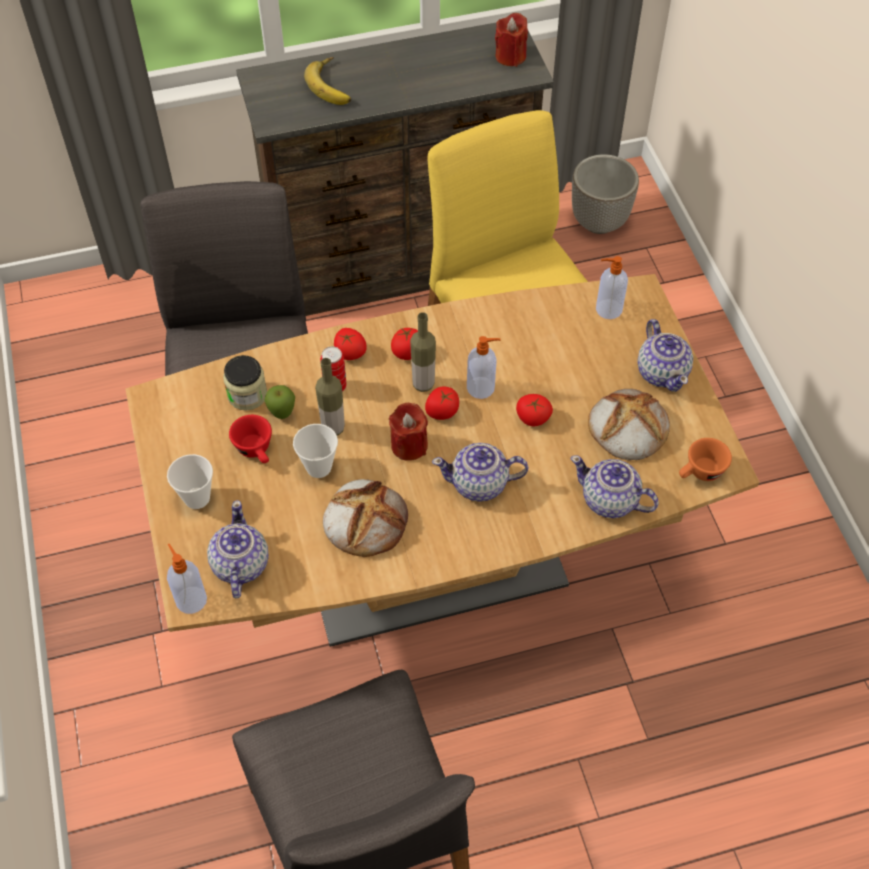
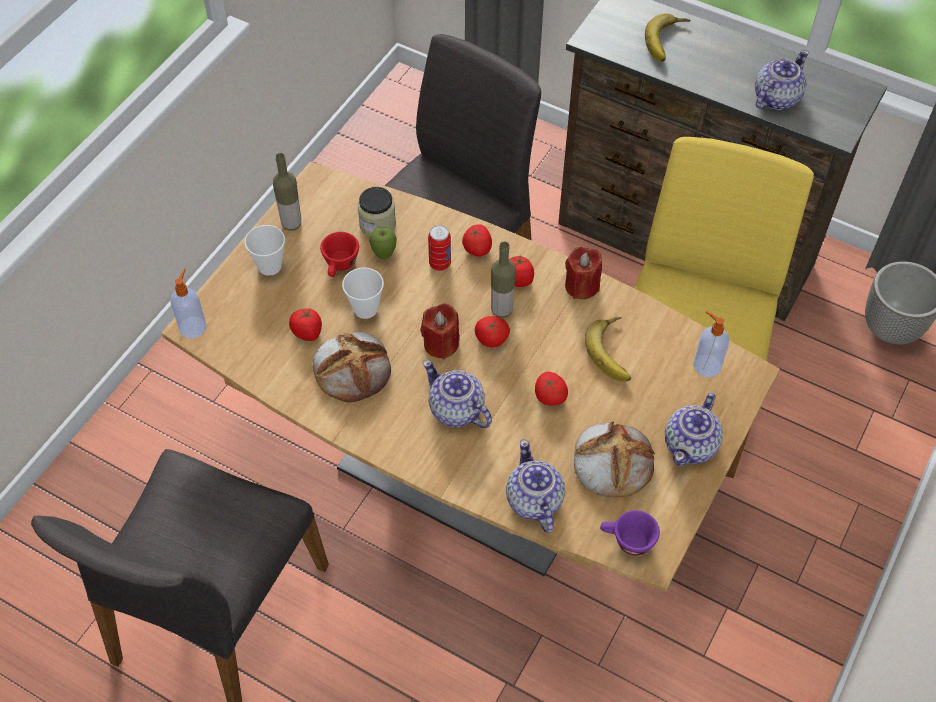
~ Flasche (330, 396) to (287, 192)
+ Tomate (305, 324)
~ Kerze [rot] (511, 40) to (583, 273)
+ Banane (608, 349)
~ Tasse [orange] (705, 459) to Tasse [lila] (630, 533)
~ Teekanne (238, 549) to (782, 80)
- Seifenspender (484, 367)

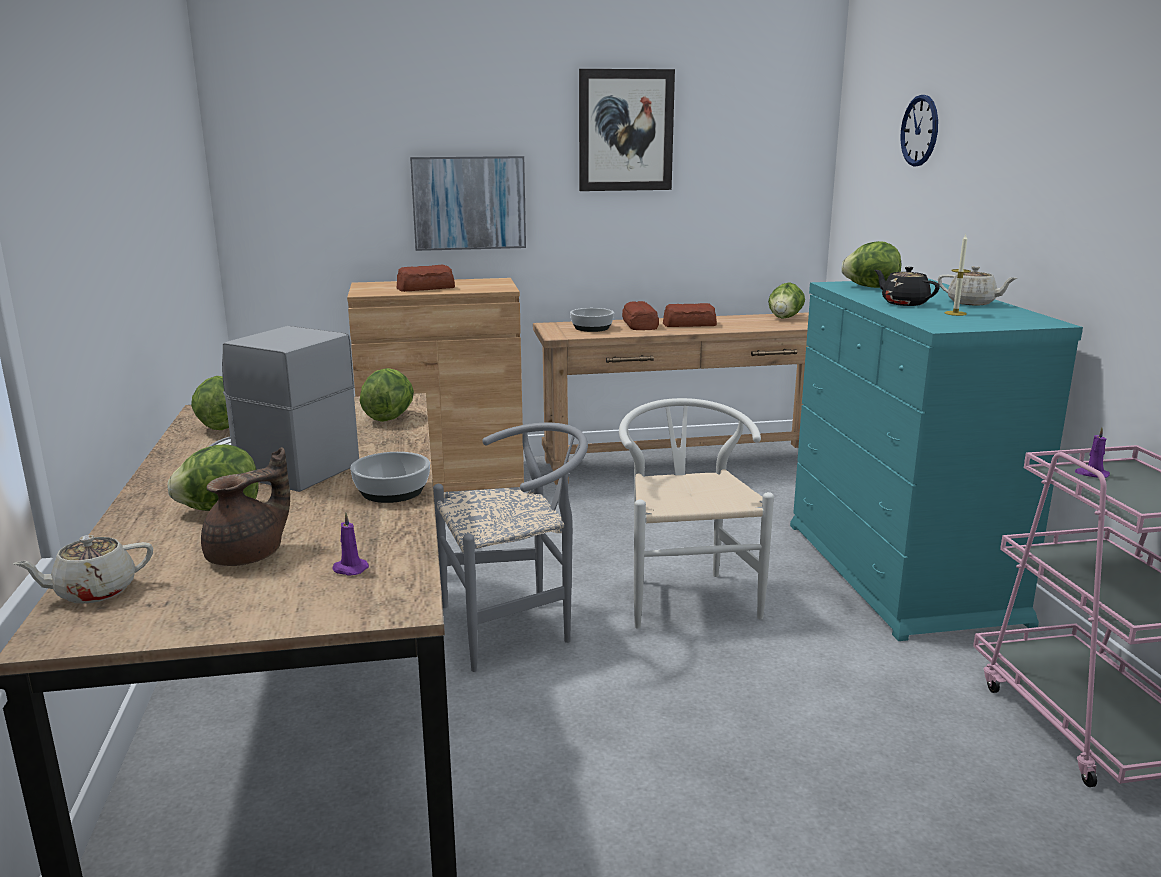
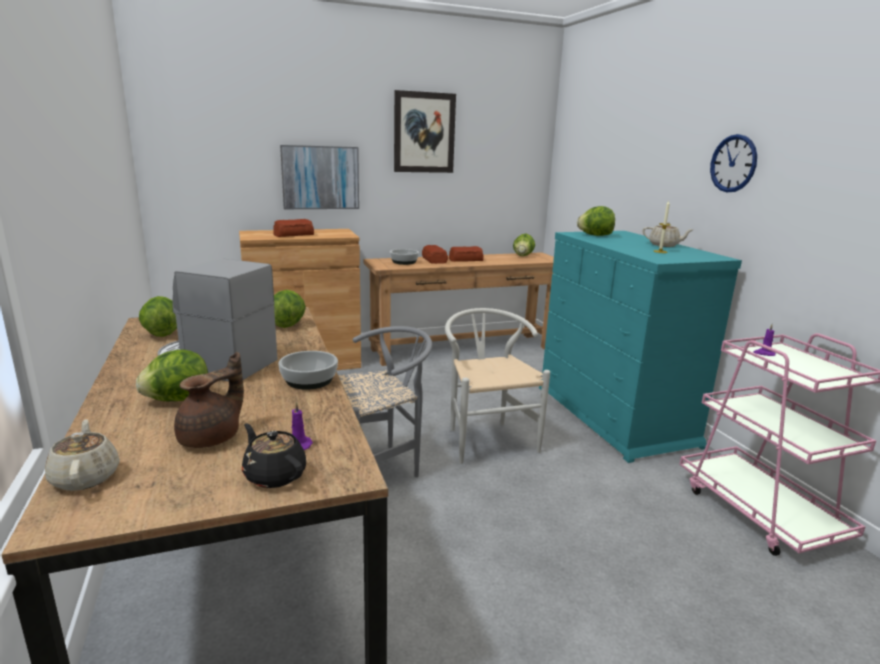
~ Teekanne [beige] (83, 569) = (82, 455) 105 degrees clockwise
~ Teekanne [schwarz] (907, 286) to (274, 455)
~ Wanduhr (919, 130) to (733, 163)

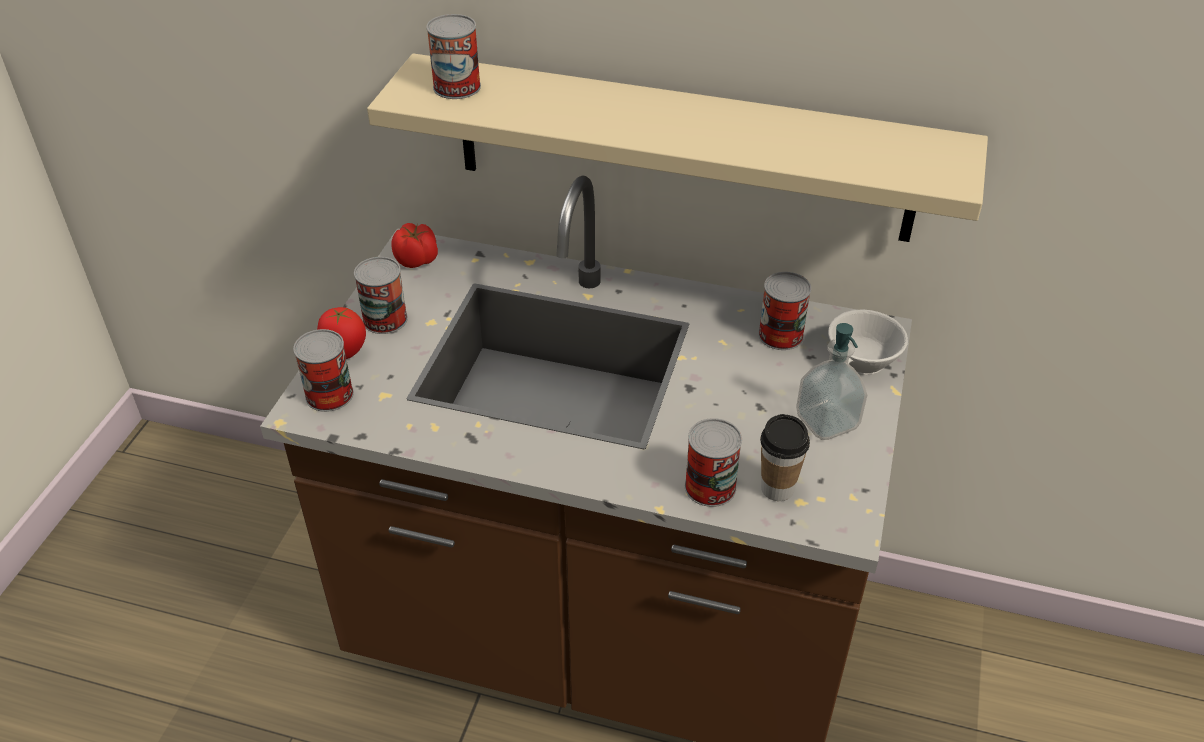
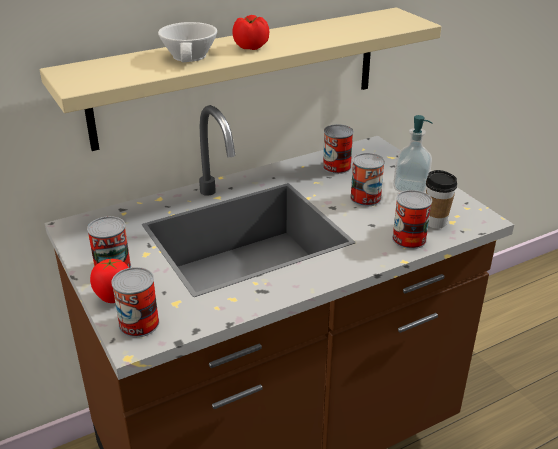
~ Tasse [weiß] (868, 342) to (187, 42)
~ Tomate (415, 245) to (250, 32)
~ Dose (453, 56) to (367, 179)

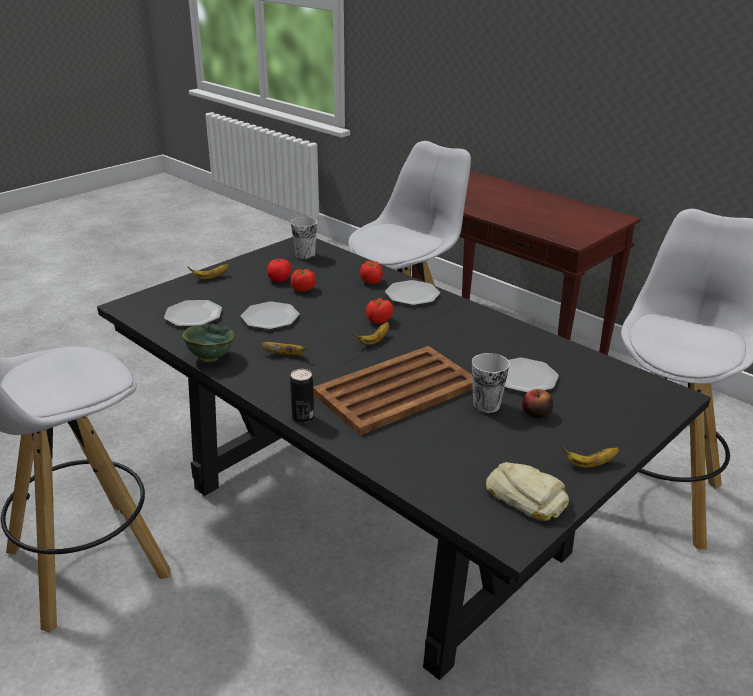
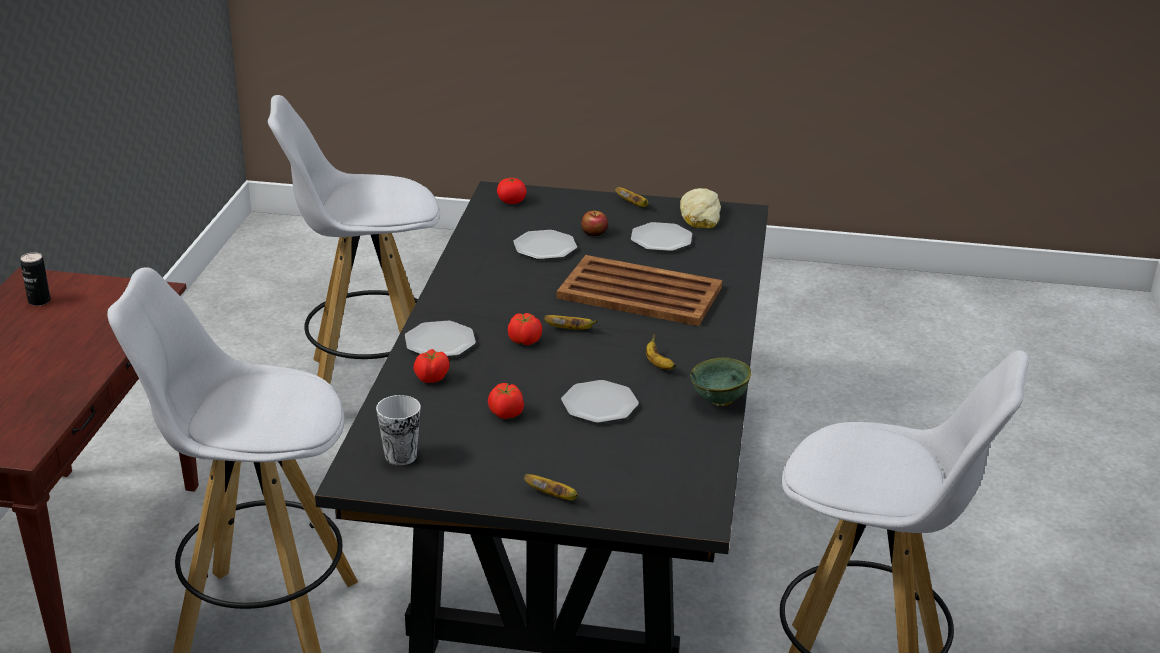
~ Dose (302, 396) to (35, 279)
~ Tomate (279, 270) to (512, 191)
~ Teller (193, 313) to (661, 236)
- Tasse (491, 383)

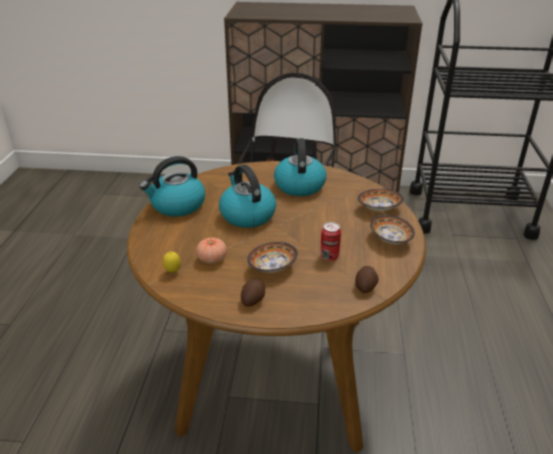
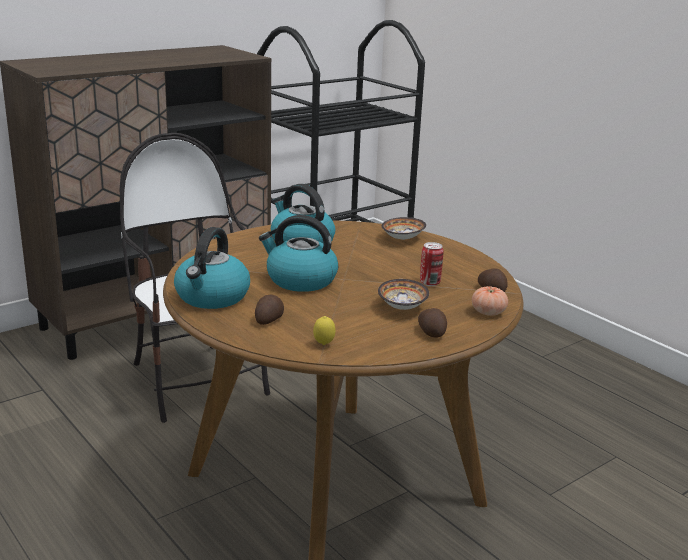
+ Kartoffel (269, 309)
~ Tomate (211, 250) to (490, 301)
- Schüssel (392, 229)

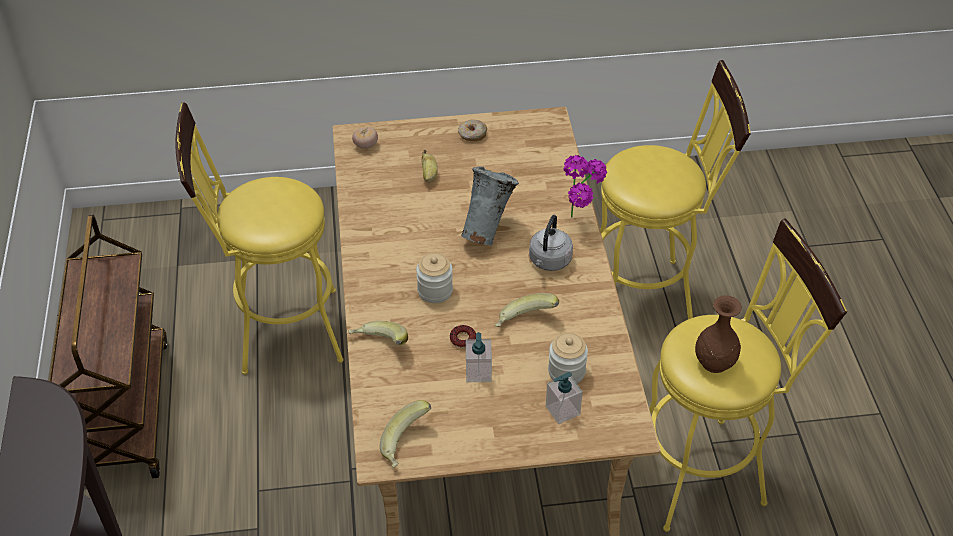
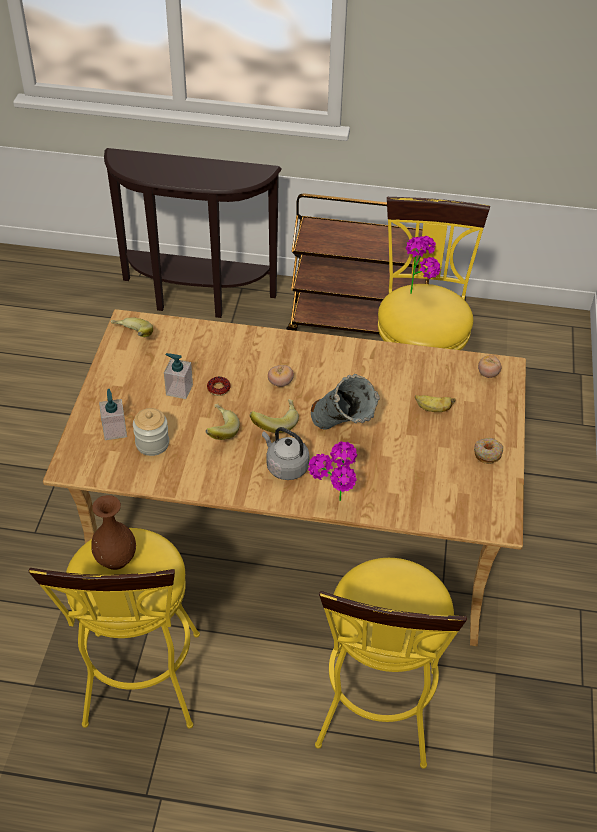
~ Banane (378, 333) to (274, 416)
~ Vorratsglas (434, 278) to Tomate (281, 376)
+ Topfpflanze (423, 265)

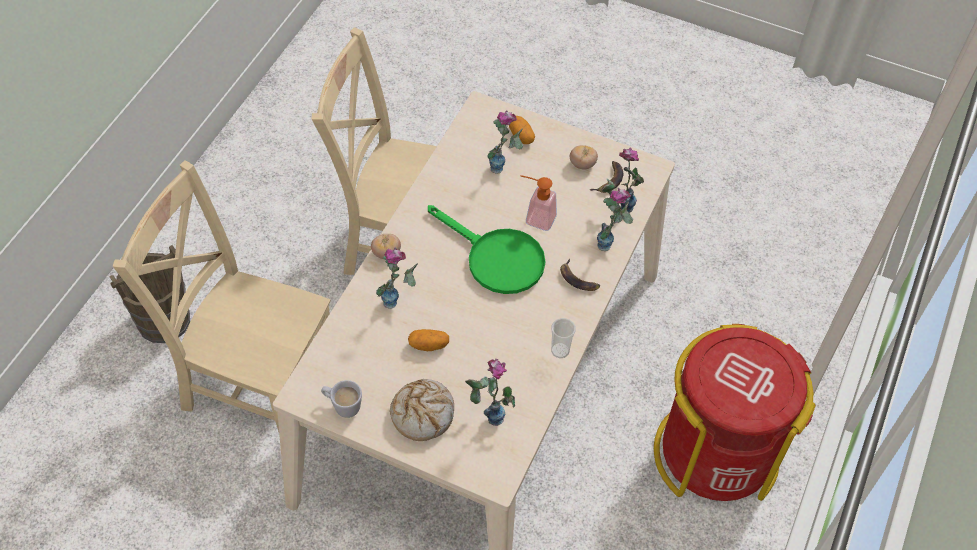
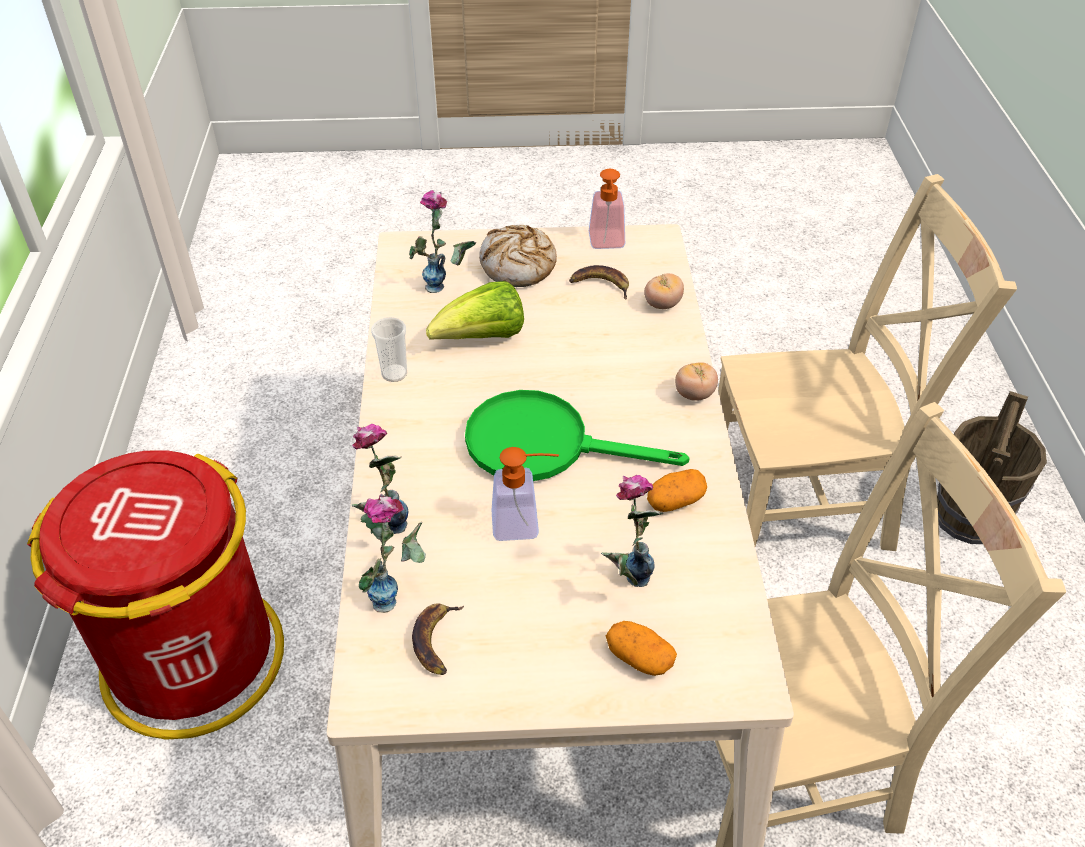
+ Salatkopf (475, 310)
~ Banane (580, 274) to (599, 282)
~ Henkelbecher [weiß] (341, 399) to Seifenspender (607, 209)
~ Tomate (584, 157) to (664, 291)
~ Kartoffel (428, 340) to (677, 490)
- Vase (397, 278)

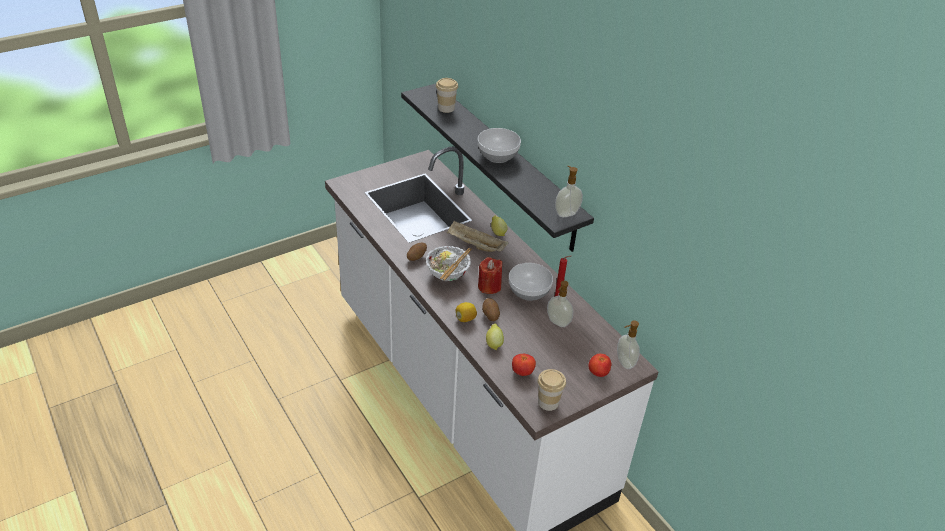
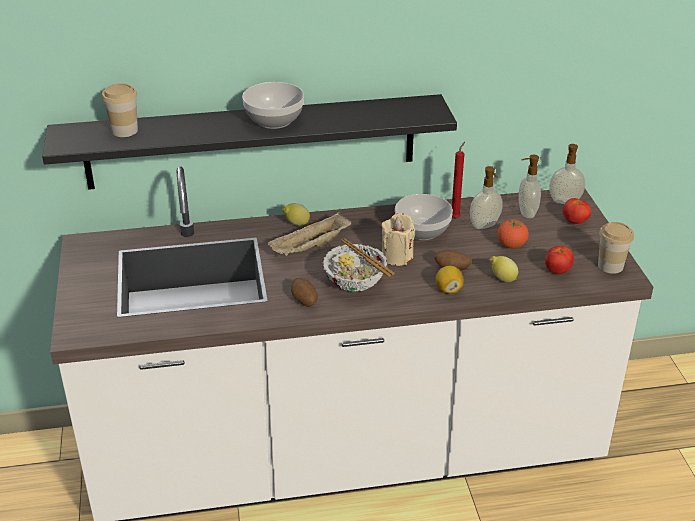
~ Kerze [rot] (490, 275) to Kerze [beige] (398, 239)
+ Tomate (513, 233)
~ Seifenspender (569, 191) to (529, 186)

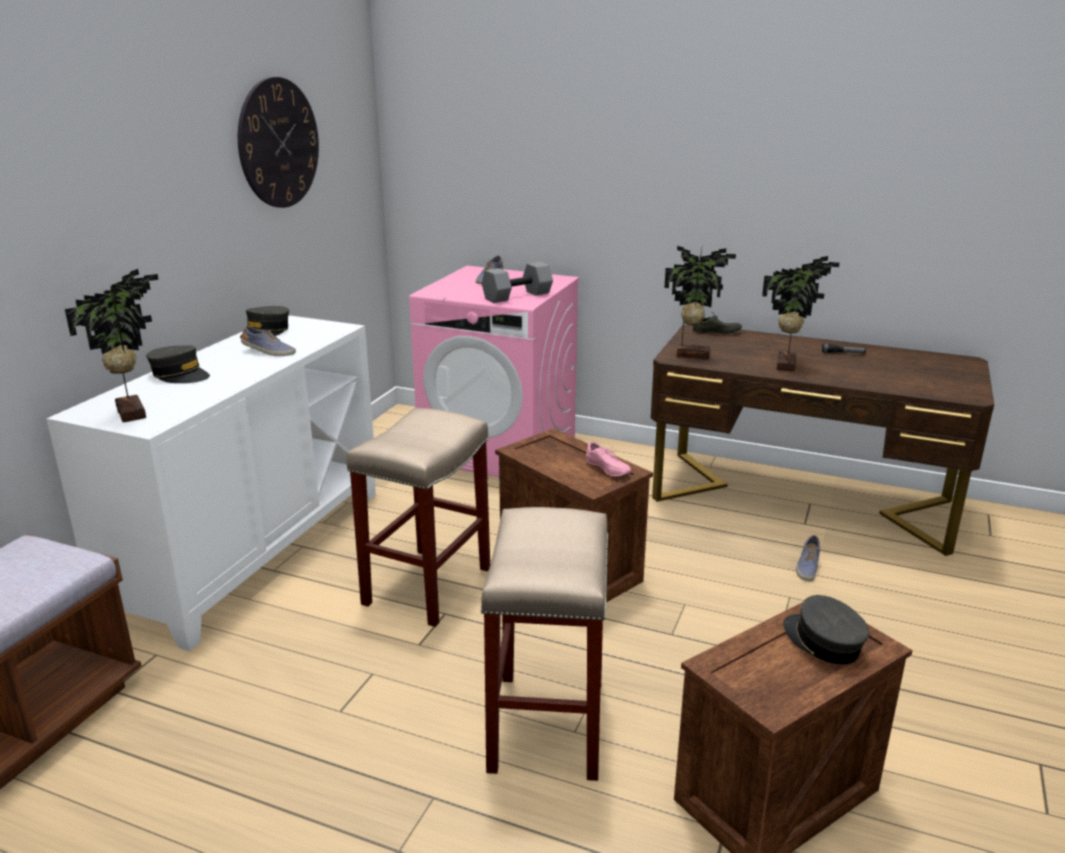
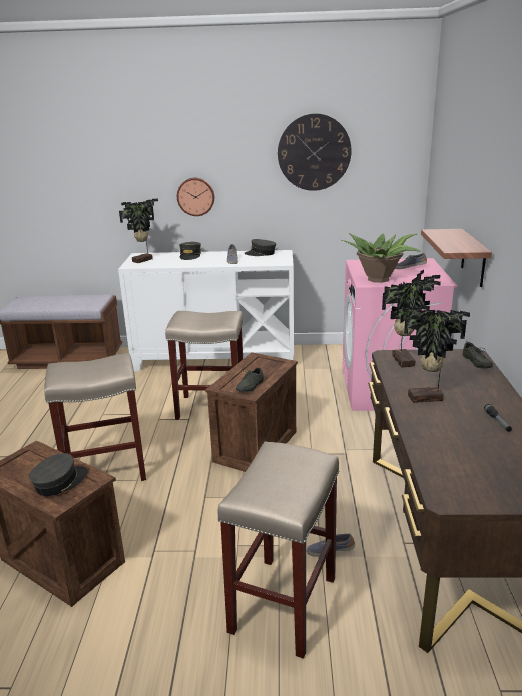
+ Wanduhr (195, 197)
+ Hocker [beige] (278, 550)
~ Schuh [rosa] (608, 459) to Schuh [grau] (250, 378)
~ Hantel [grau] (517, 282) to Topfpflanze (381, 258)
+ Wandregal (456, 258)

